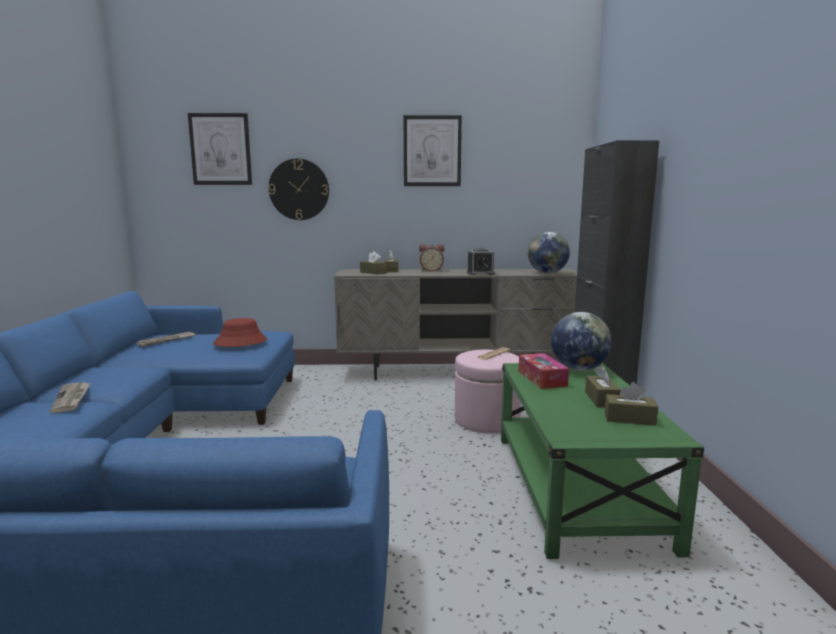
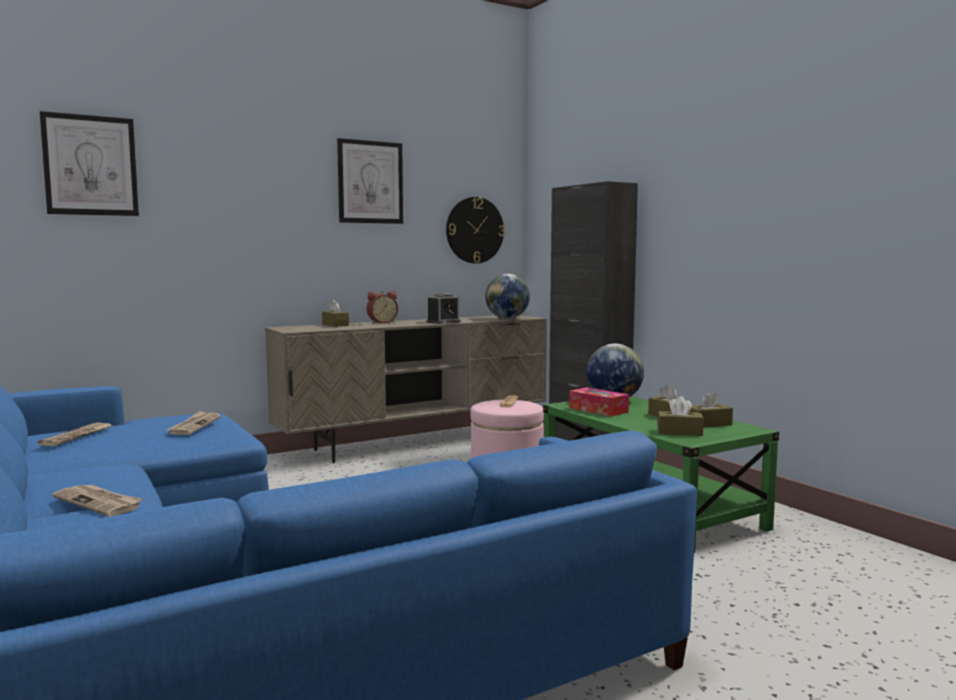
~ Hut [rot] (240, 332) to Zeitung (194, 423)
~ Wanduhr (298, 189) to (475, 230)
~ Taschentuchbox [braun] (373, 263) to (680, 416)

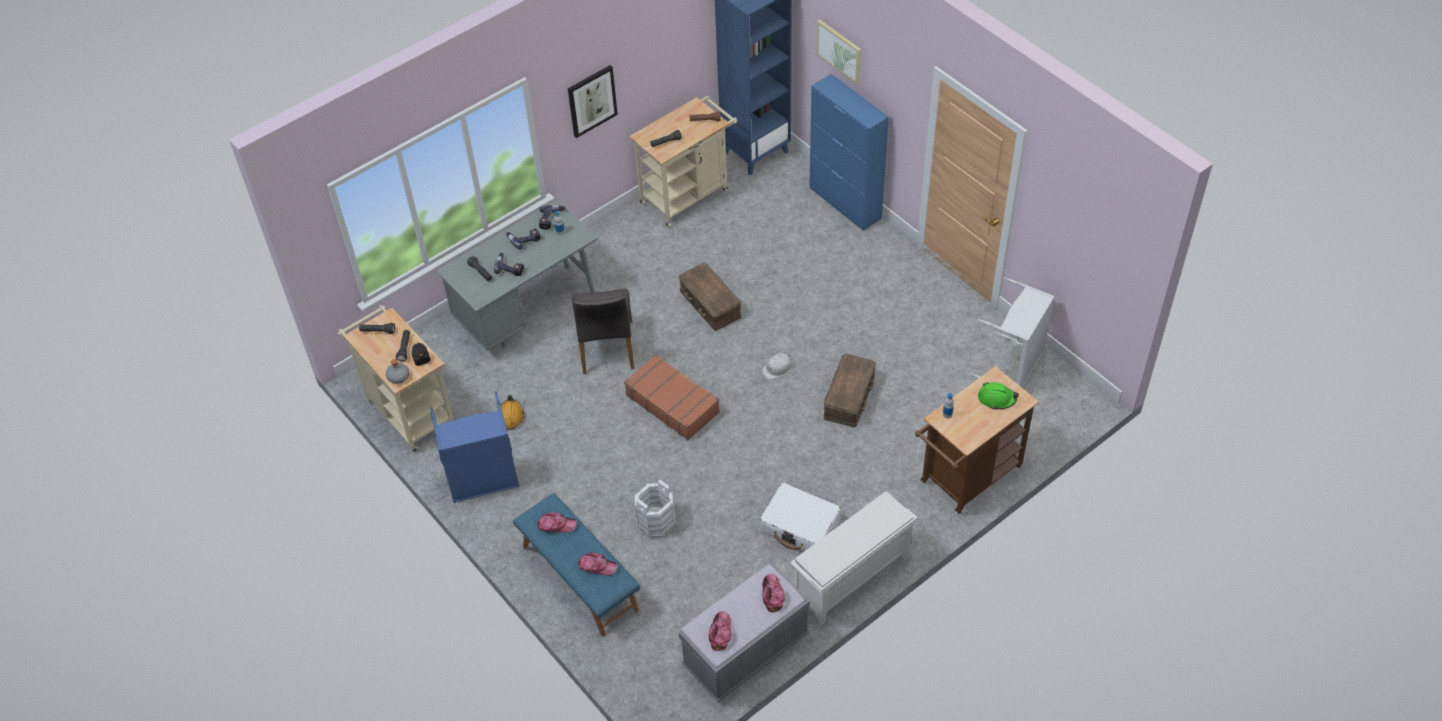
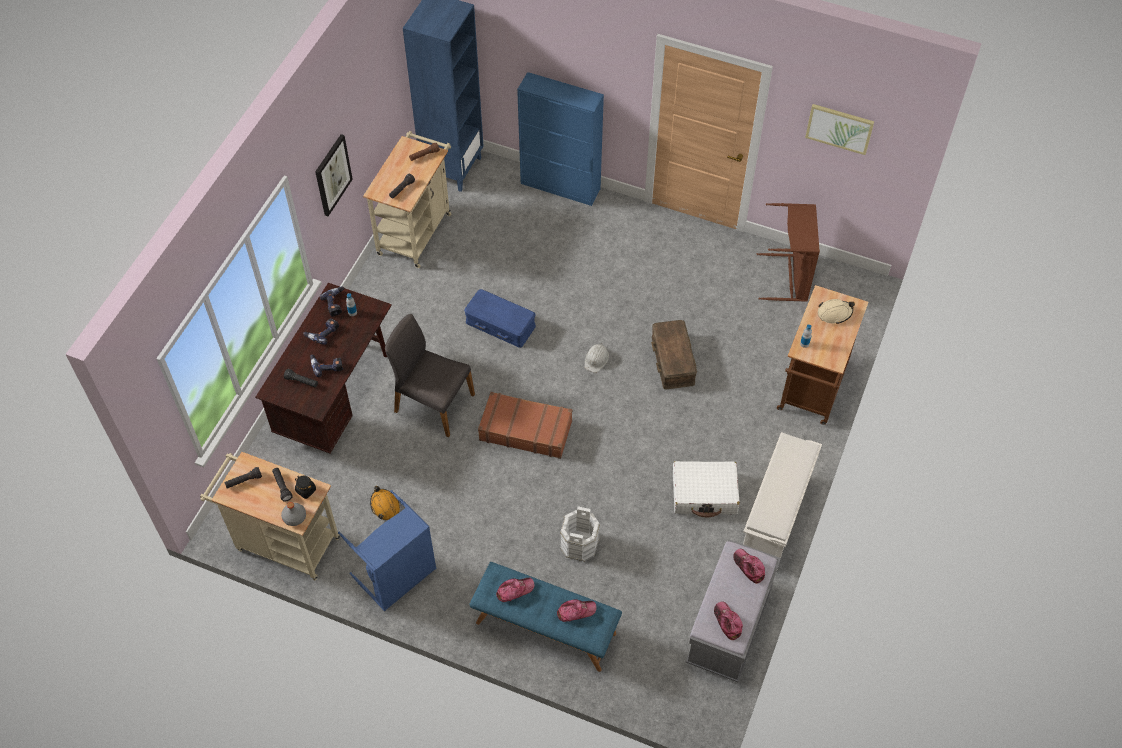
~ Schreibtisch [grau] (517, 275) to Schreibtisch [braun] (323, 368)
~ Stuhl [grau] (603, 331) = (430, 375) 150 degrees clockwise
~ Aufbewahrungsbox [braun] (710, 297) to Aufbewahrungsbox [blau] (500, 318)
~ Wäschekorb [grau] (1012, 332) to Wäschekorb [braun] (788, 252)
~ Bild (838, 51) to (839, 129)
~ Schutzhelm [grün] (998, 395) to Schutzhelm [beige] (836, 311)

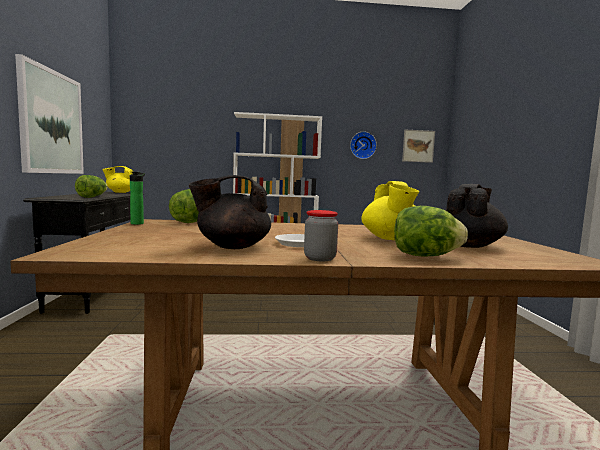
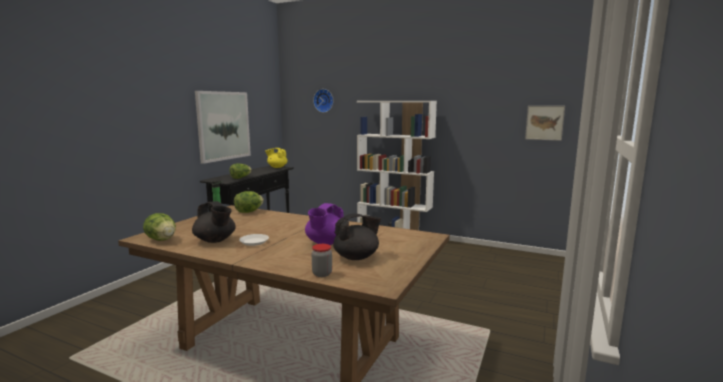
~ Salatkopf (431, 231) to (159, 227)
~ Teekanne [schwarz] (230, 212) = (214, 222) 150 degrees counterclockwise
~ Teekanne [gelb] (390, 210) to Teekanne [lila] (324, 224)
~ Vorratsglas (321, 235) to (322, 260)
~ Wanduhr (363, 145) to (323, 101)

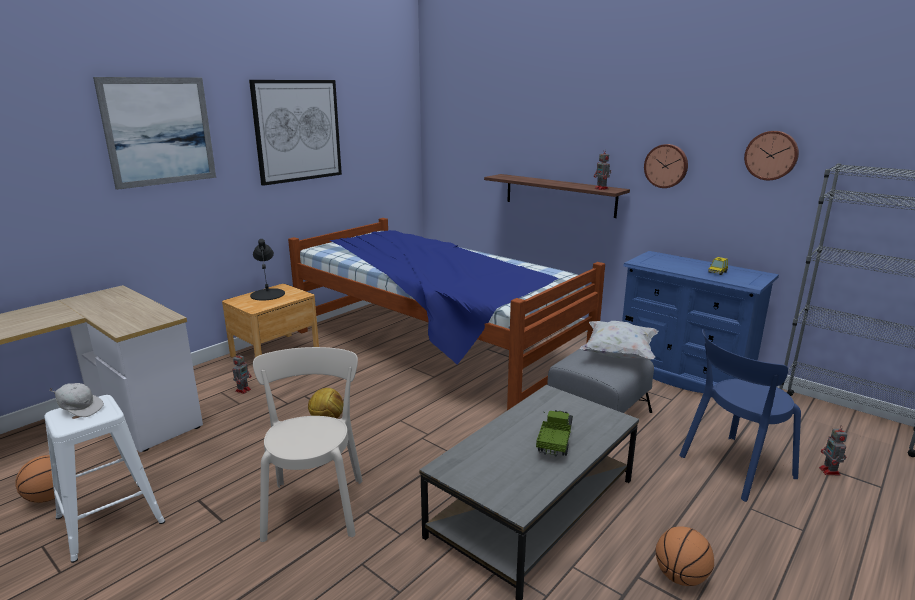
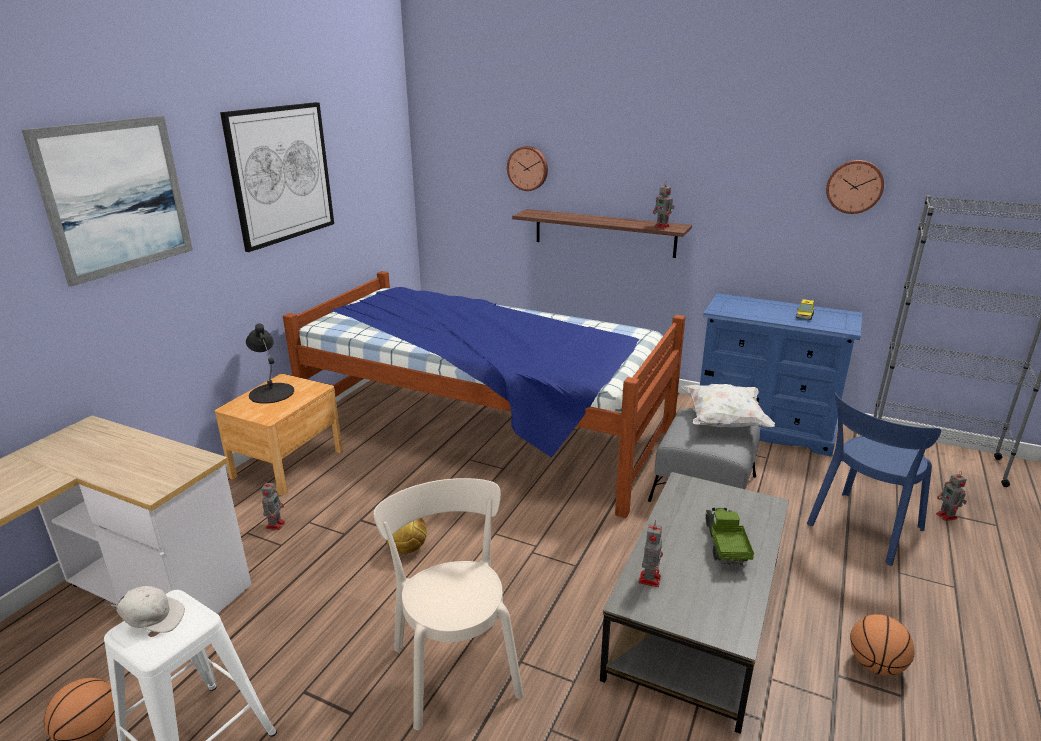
~ Wanduhr (666, 166) to (527, 168)
+ Spielzeugroboter (650, 553)

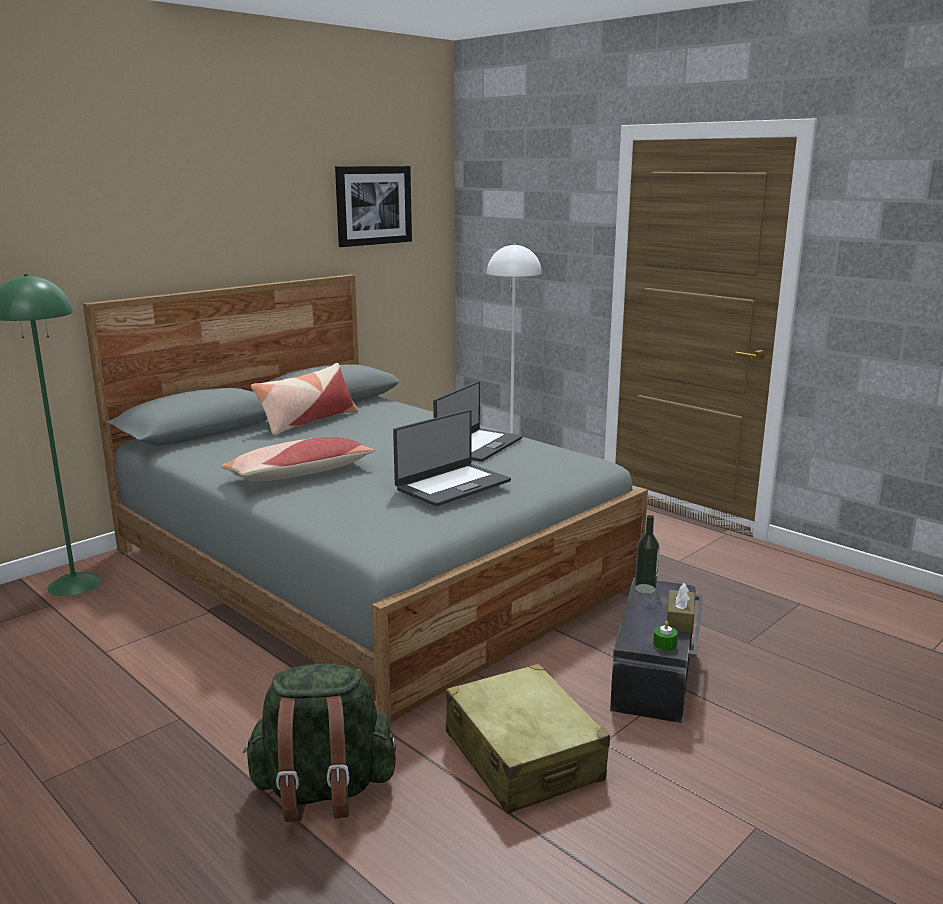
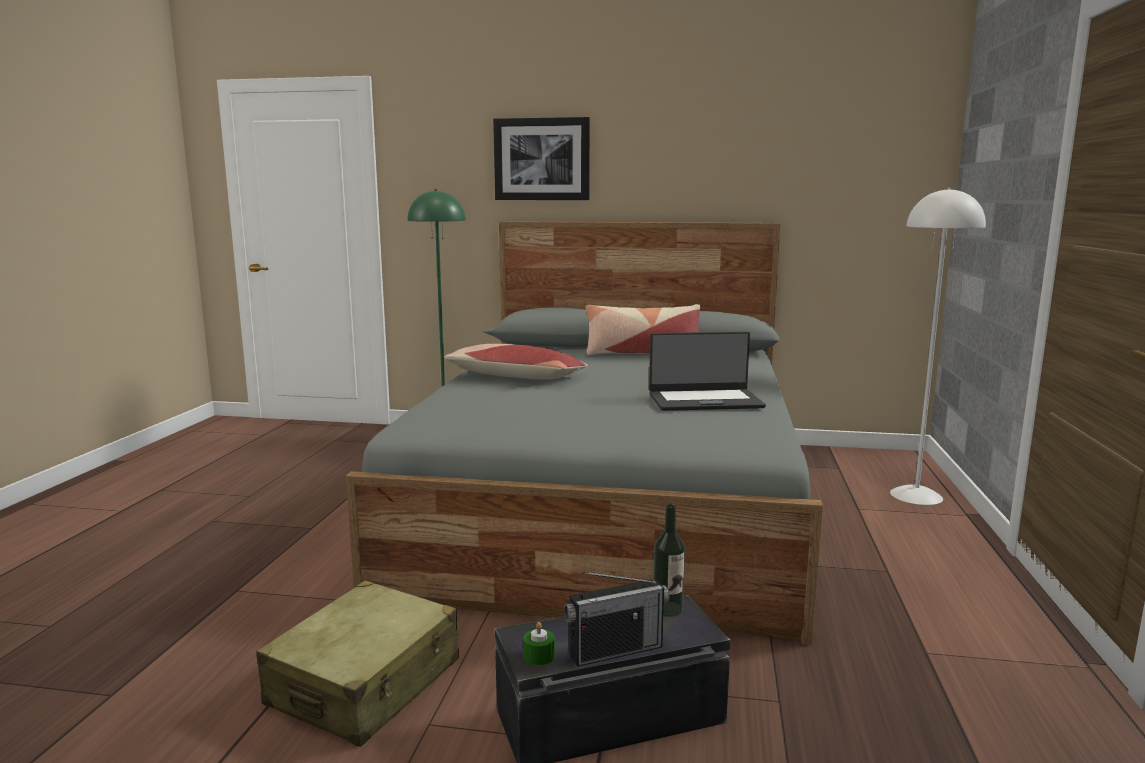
~ Bild (373, 206) to (541, 158)
~ Taschentuchbox [braun] (681, 608) to Radio (616, 619)
- Rucksack [grün] (319, 743)
- Laptop (452, 458)

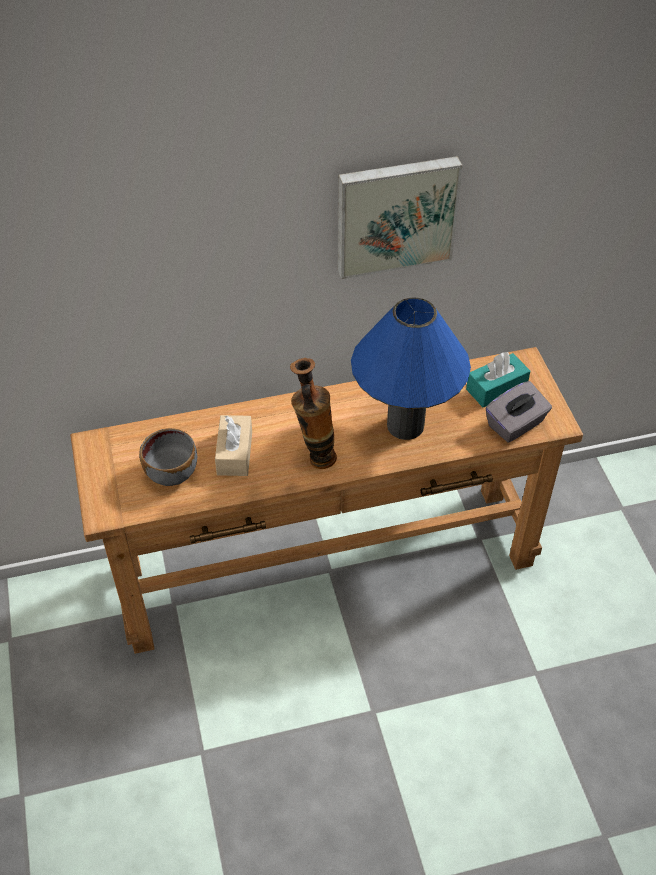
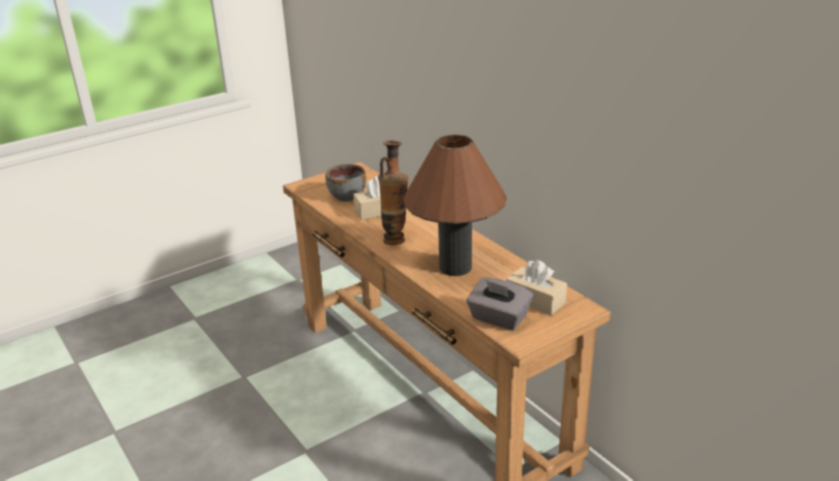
~ Tischlampe [blau] (411, 368) to Tischlampe [braun] (455, 205)
~ Taschentuchbox [türkis] (498, 380) to Taschentuchbox [beige] (536, 287)
- Bild (400, 217)

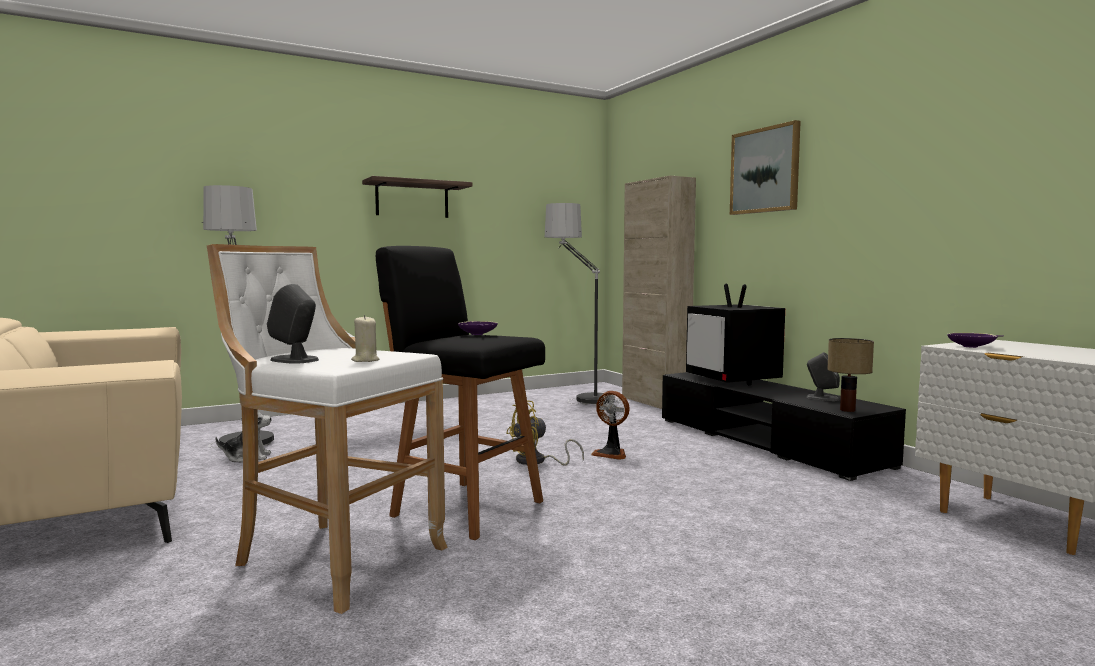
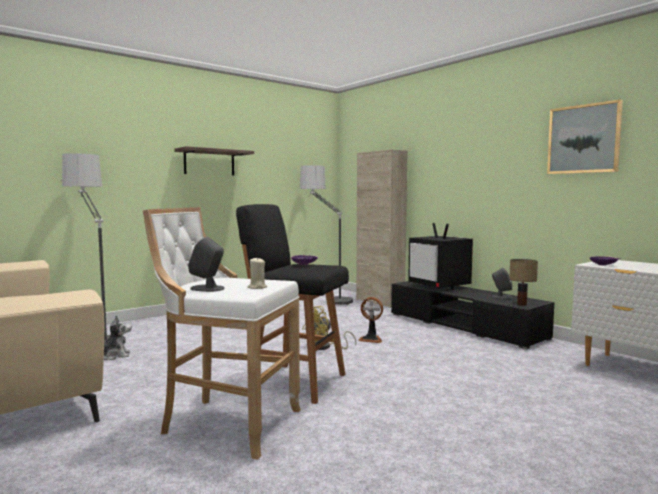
~ Bild (765, 167) to (585, 136)

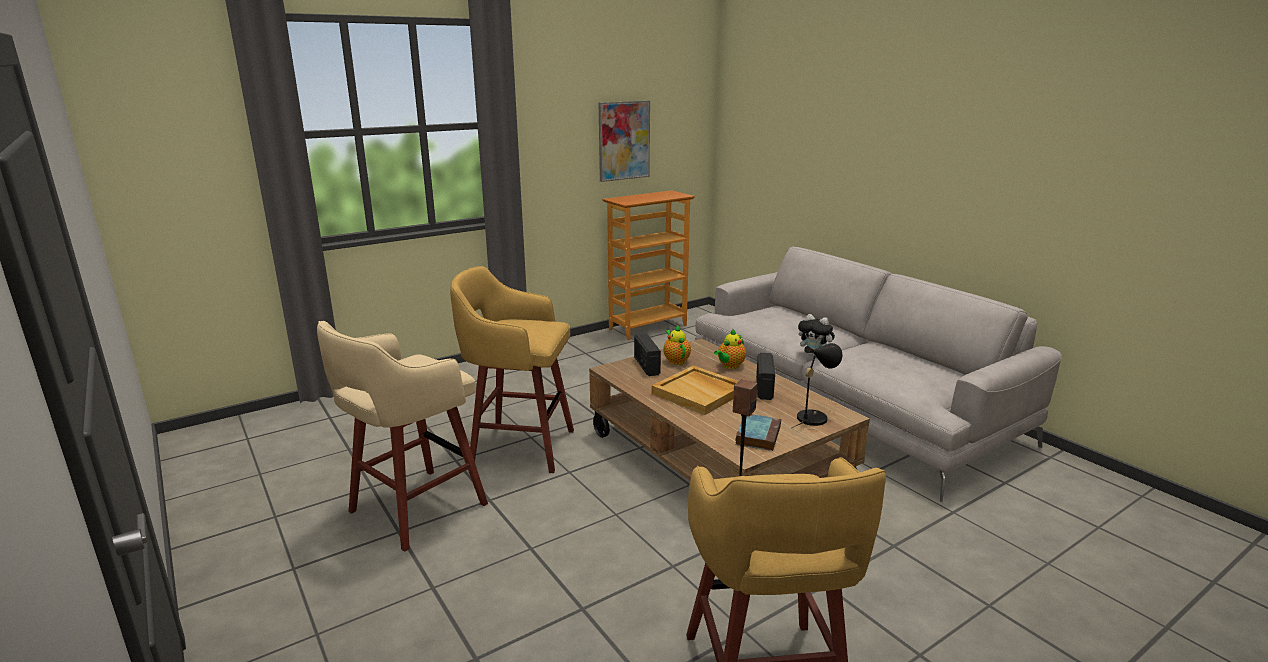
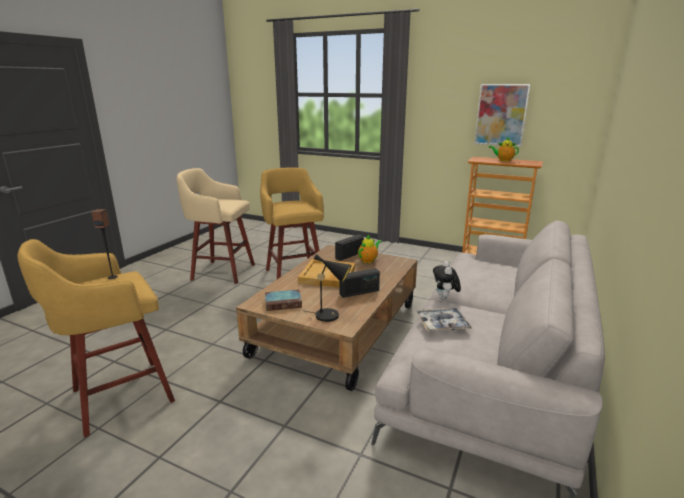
+ Tablett (444, 319)
~ Teekanne (730, 349) to (504, 149)

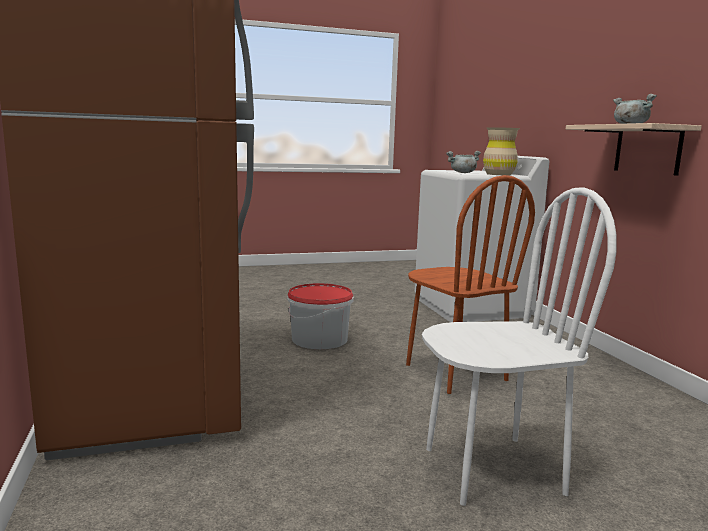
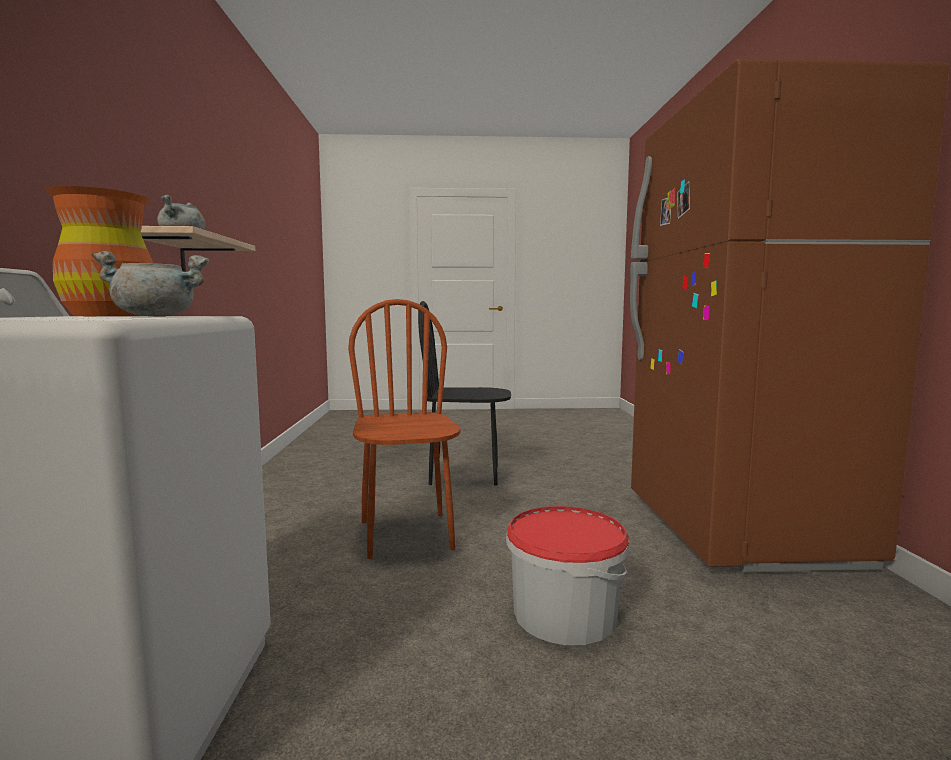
~ Vase [beige] (501, 151) to Vase [orange] (99, 251)
~ Stuhl [weiß] (519, 346) to Stuhl [schwarz] (464, 393)

